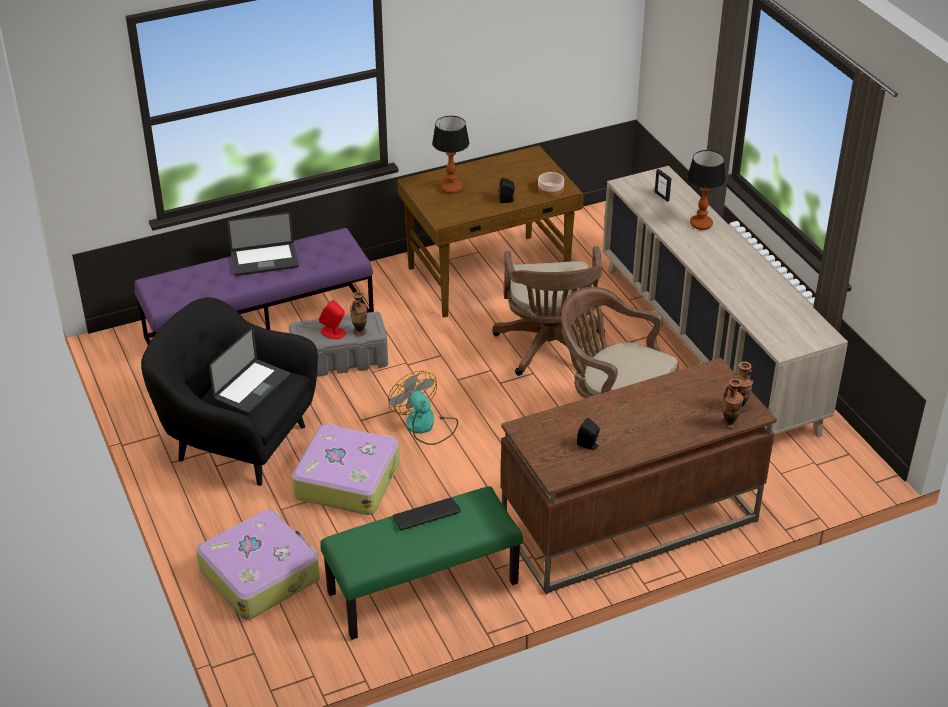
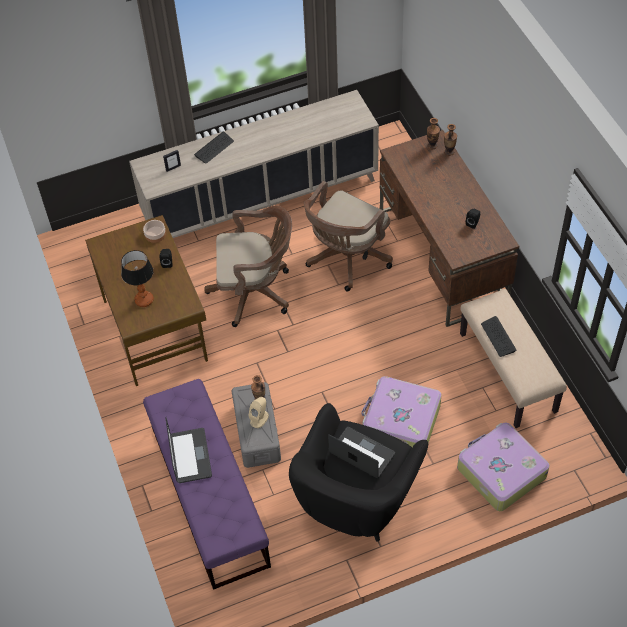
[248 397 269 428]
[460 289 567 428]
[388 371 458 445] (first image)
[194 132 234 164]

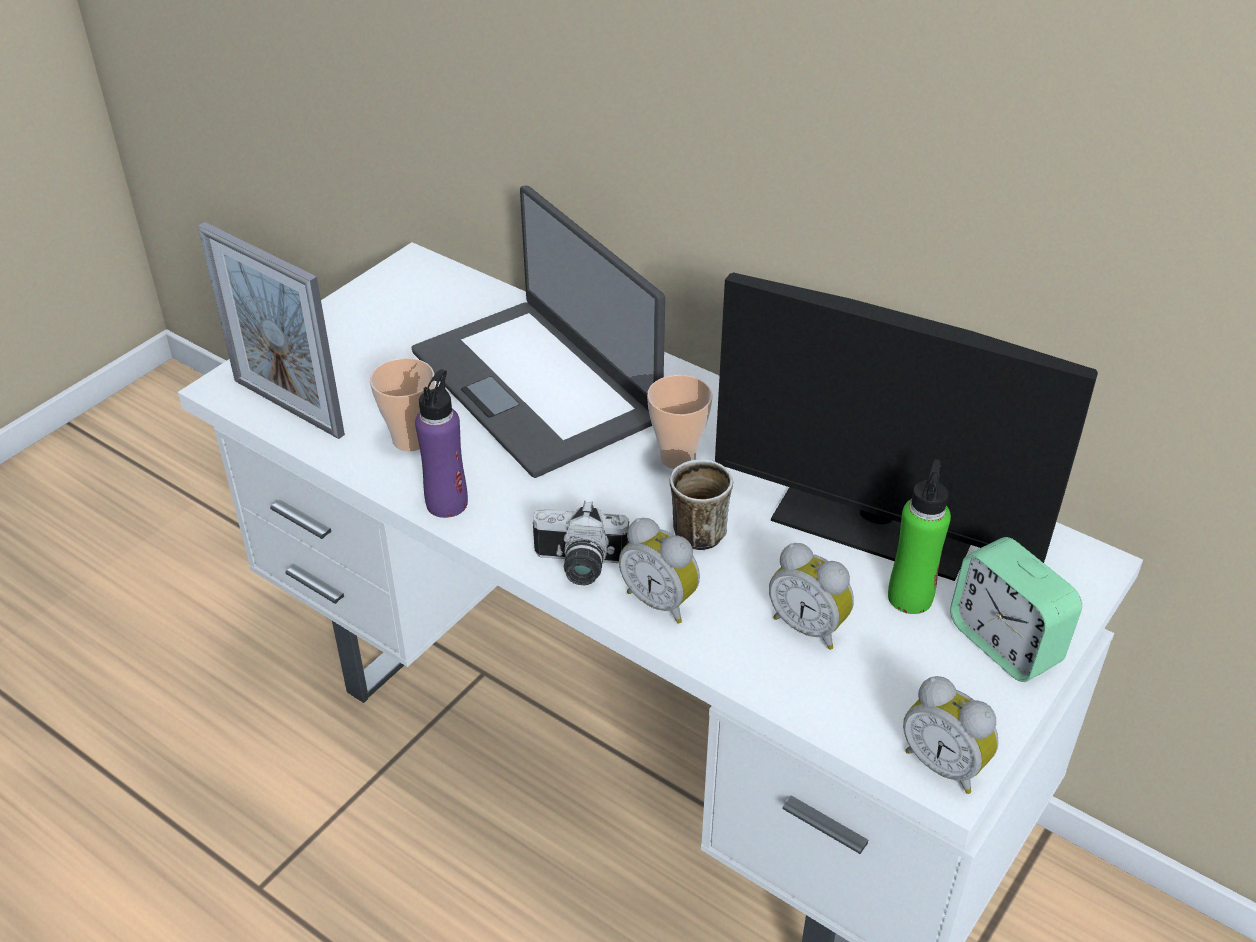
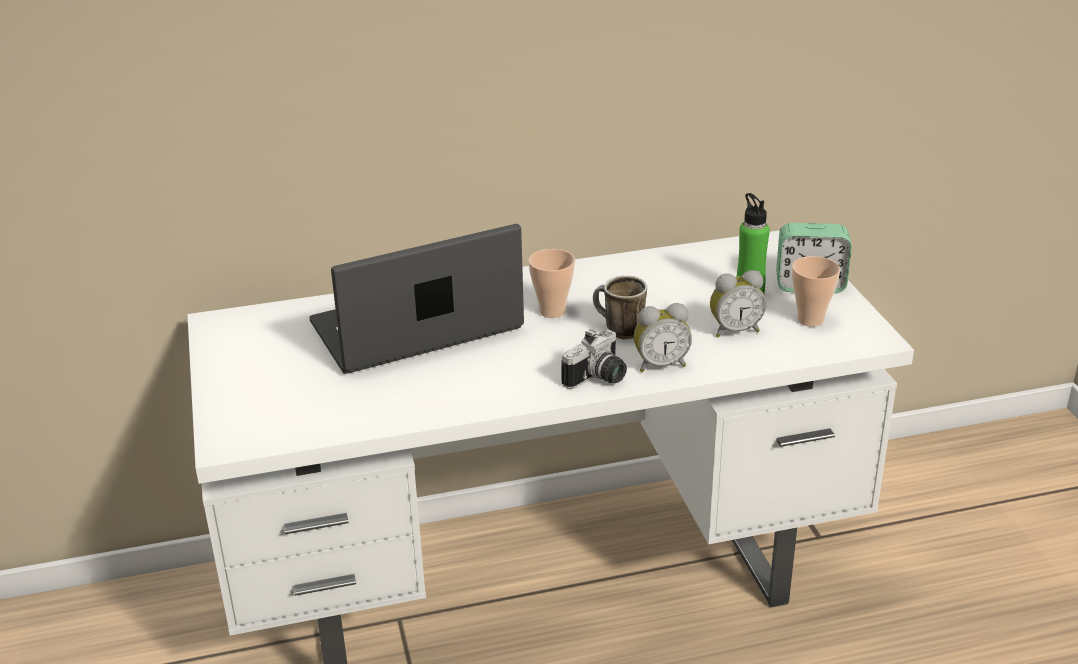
[198 222 345 439] (first image)
[792 256 840 327]
[309 224 524 374]
[415 369 468 518] (first image)
[715 272 1098 581] (first image)
[903 676 999 794] (first image)

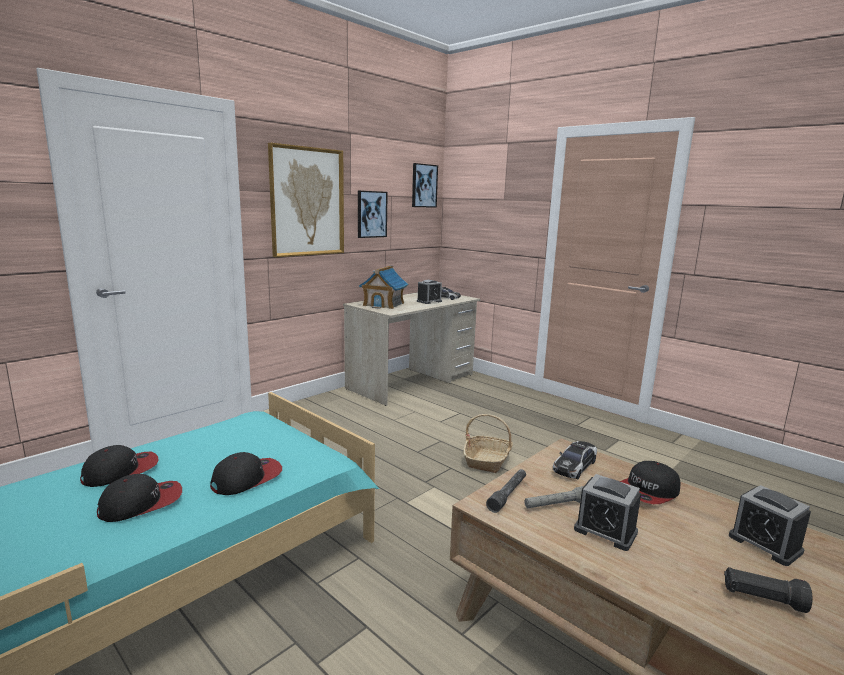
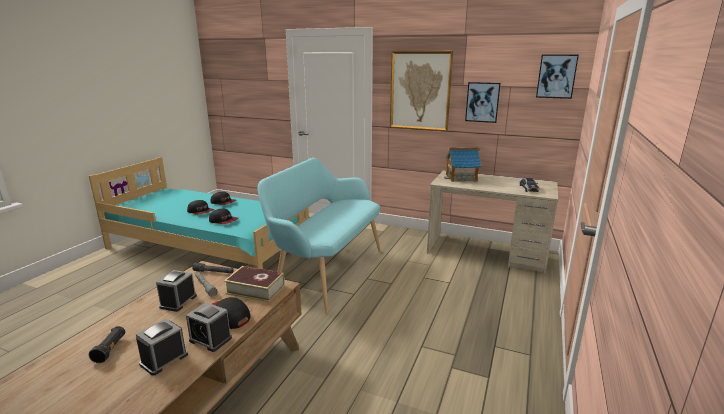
[186 302 232 352]
[464 414 513 473] (first image)
[224 266 285 302]
[258 158 381 313]

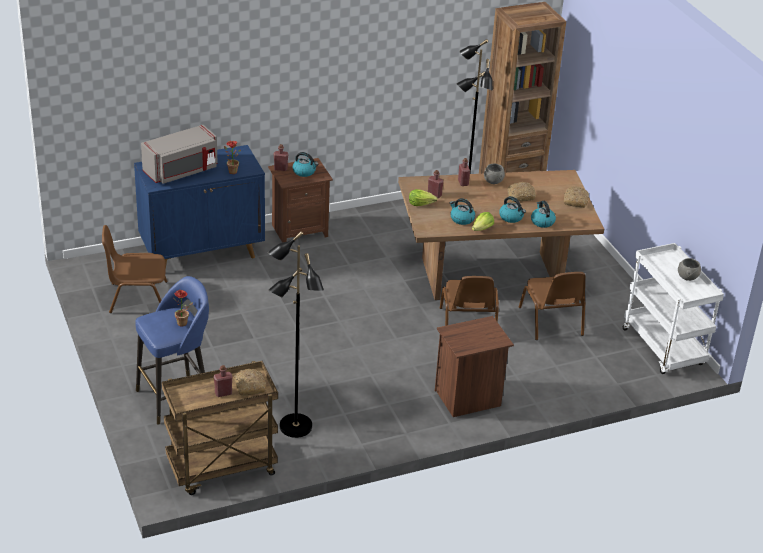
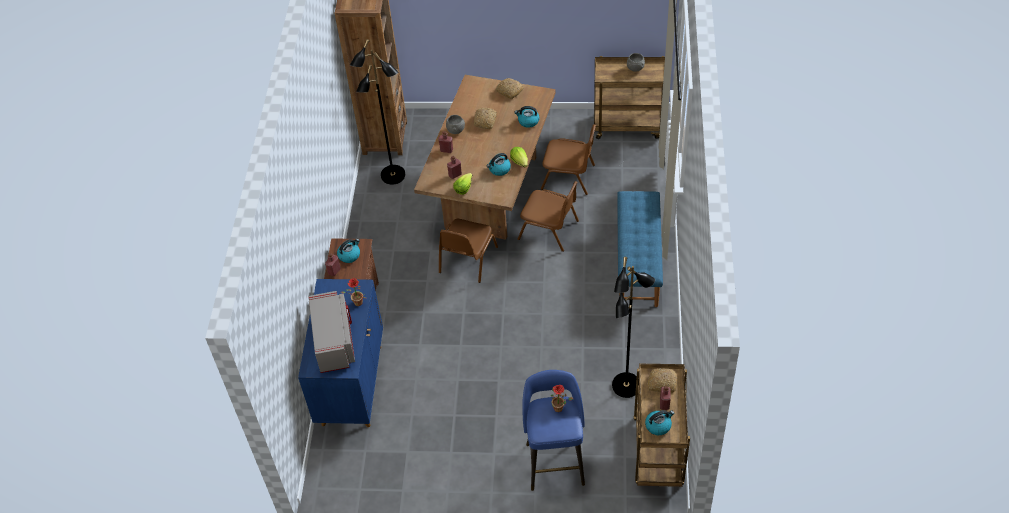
[439 219 498 283]
[617 191 663 307]
[645 410 674 435]
[594 56 665 139]

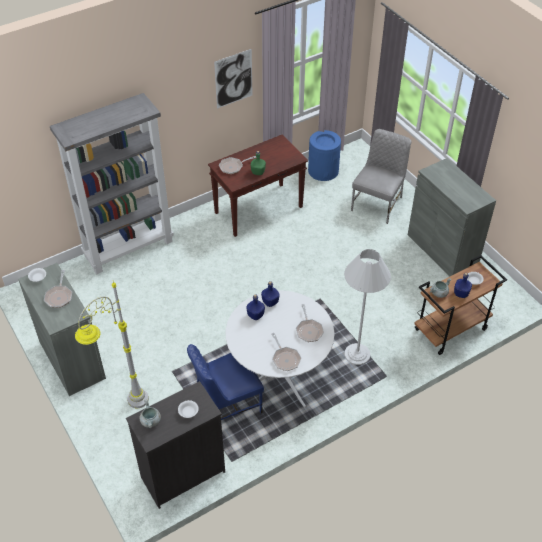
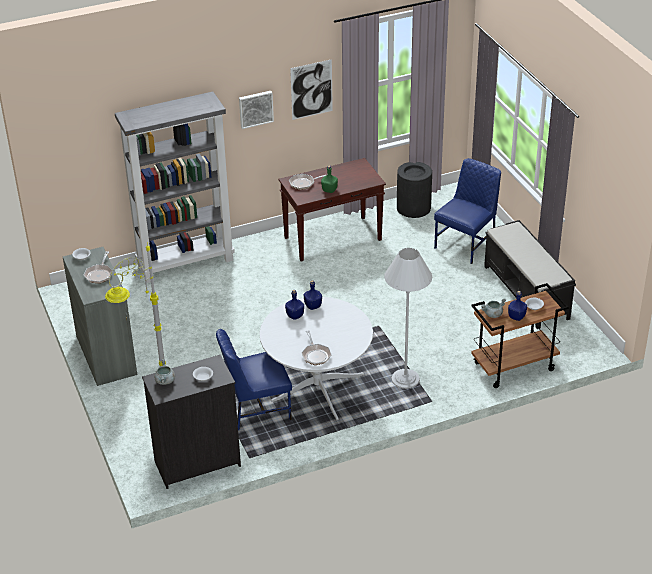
[296 304 324 342] (first image)
[397 162 432 218]
[434 158 501 264]
[484 220 576 329]
[239 91 274 129]

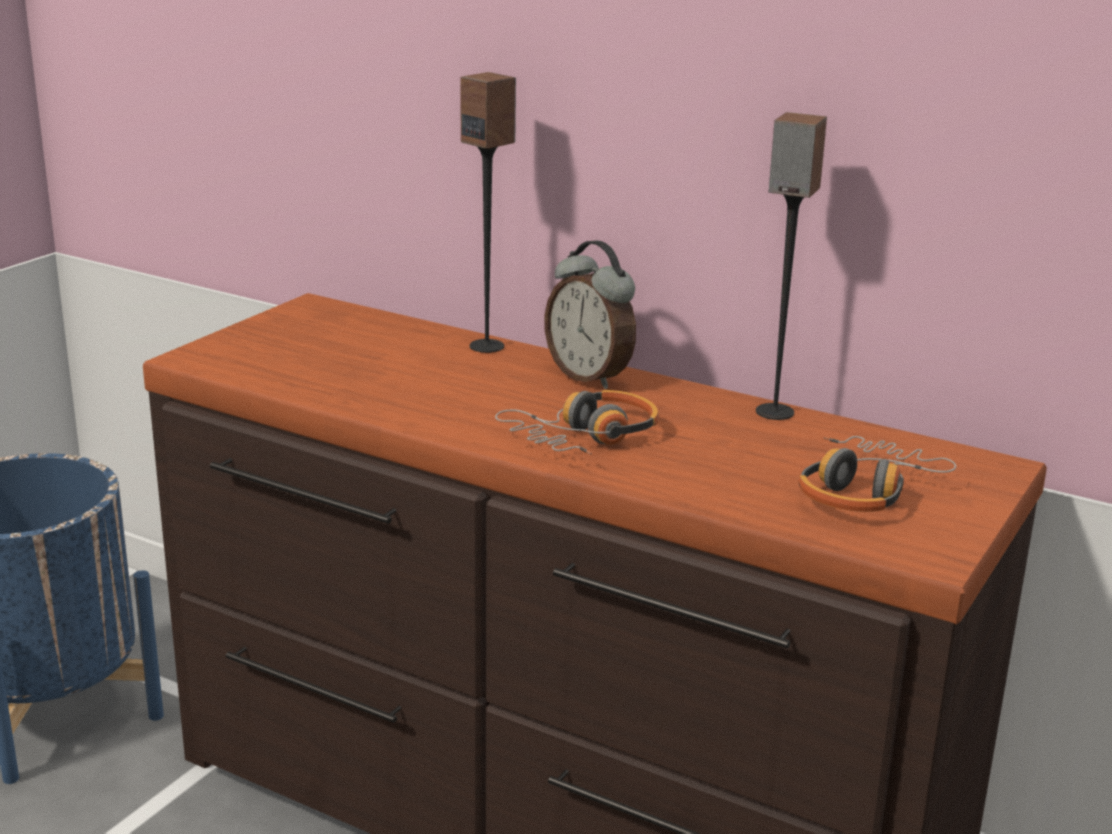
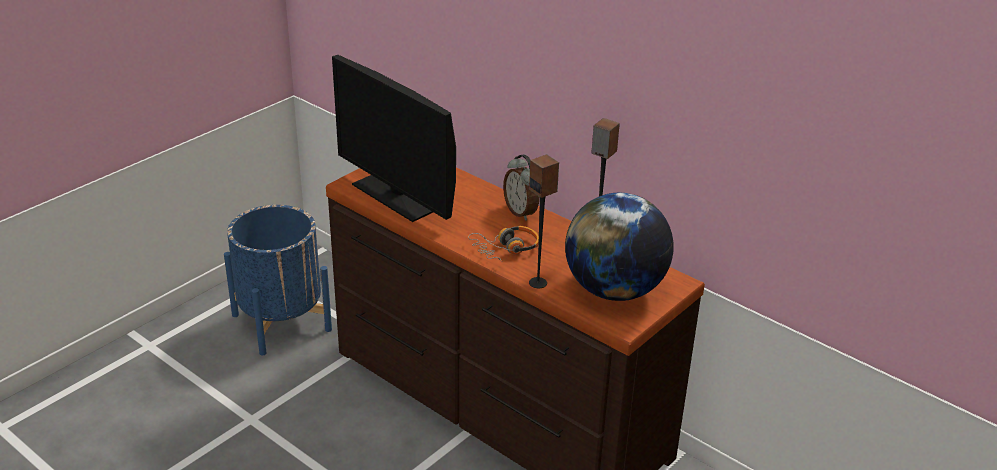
[529 155 559 288]
[565 193 674 301]
[332 55 456 222]

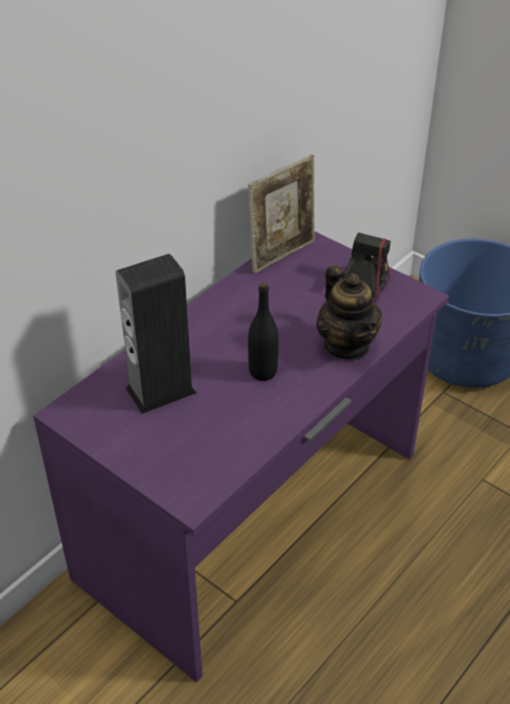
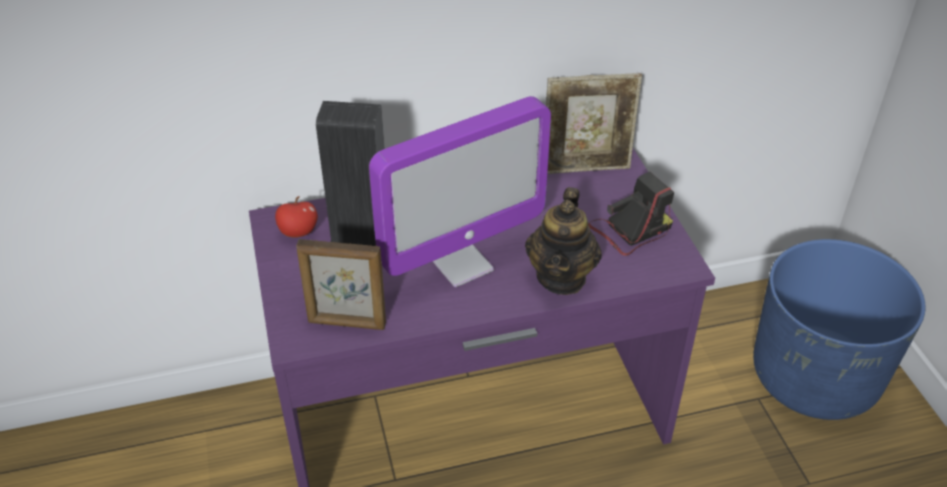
[369 96 551 287]
[275 196 318 238]
[296 239 386 330]

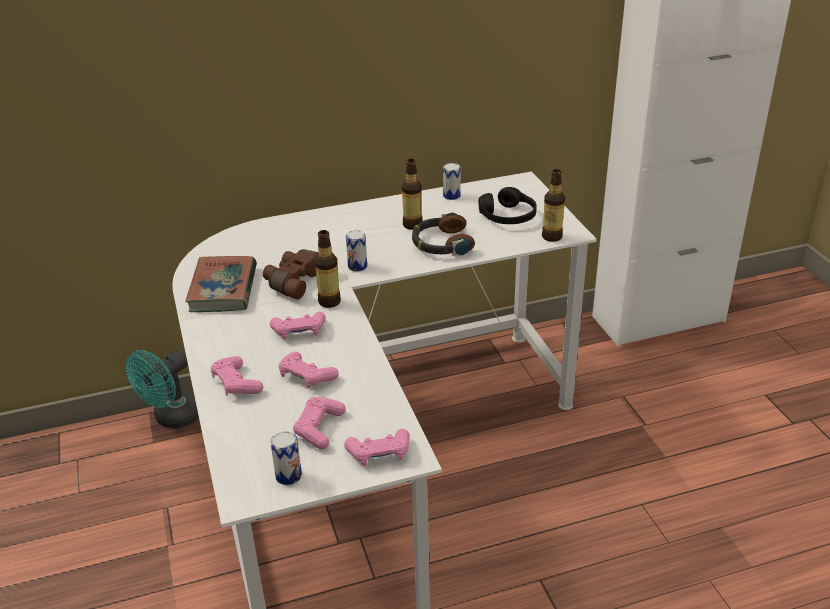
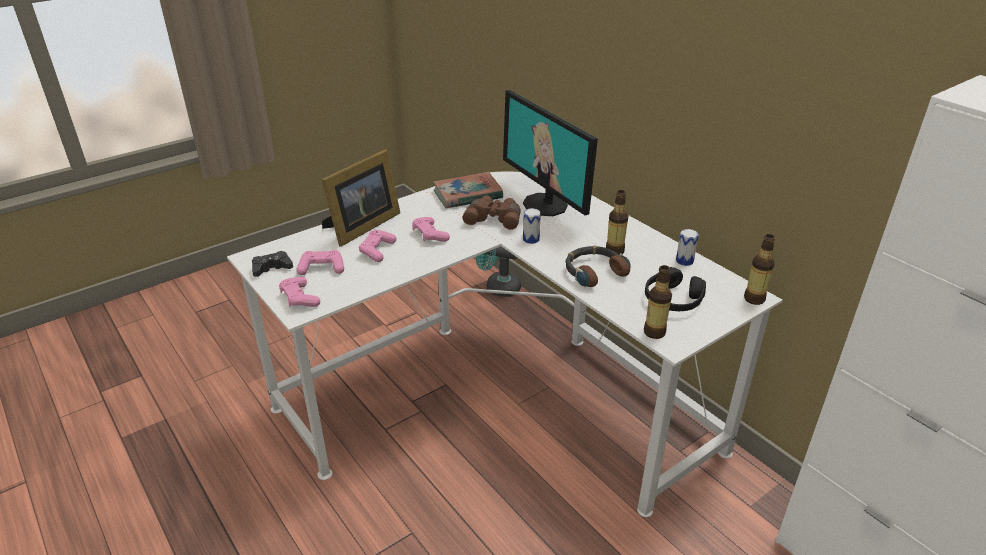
[322 150 400 247]
[252 251 293 277]
[744 234 775 305]
[503 90 598 216]

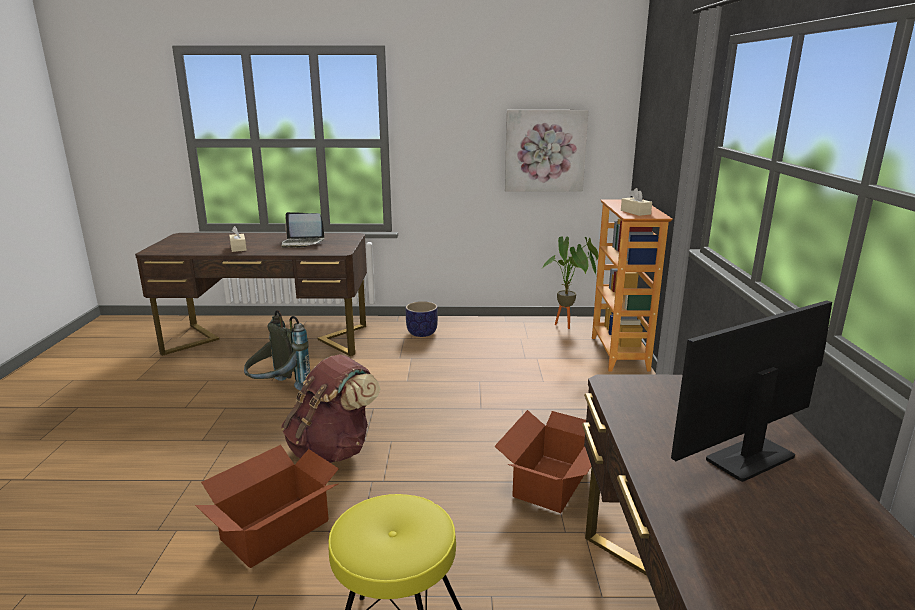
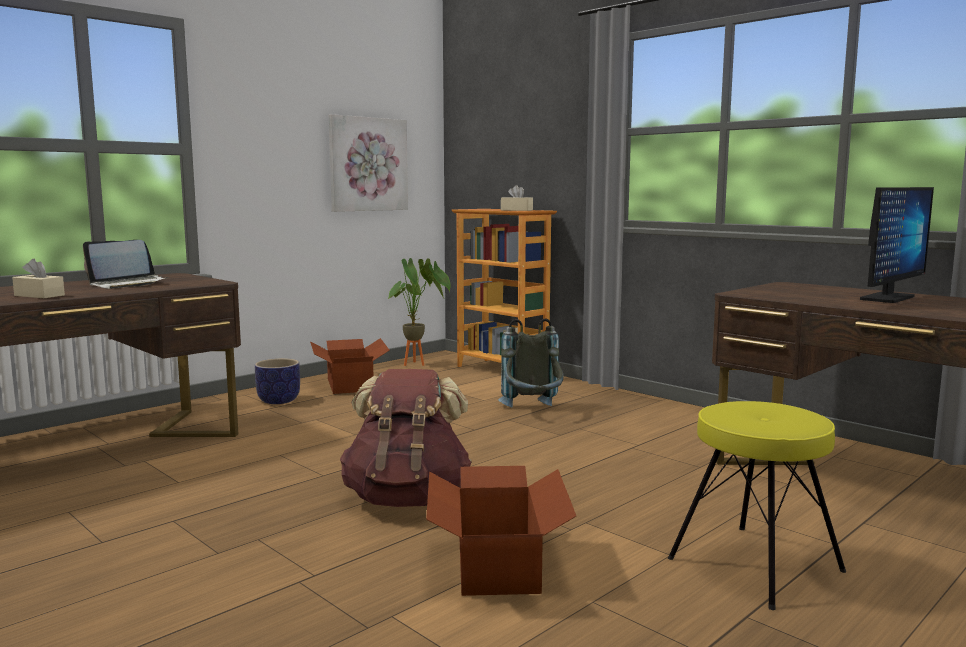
[498 318 564 407]
[310 338 390 394]
[860 187 934 303]

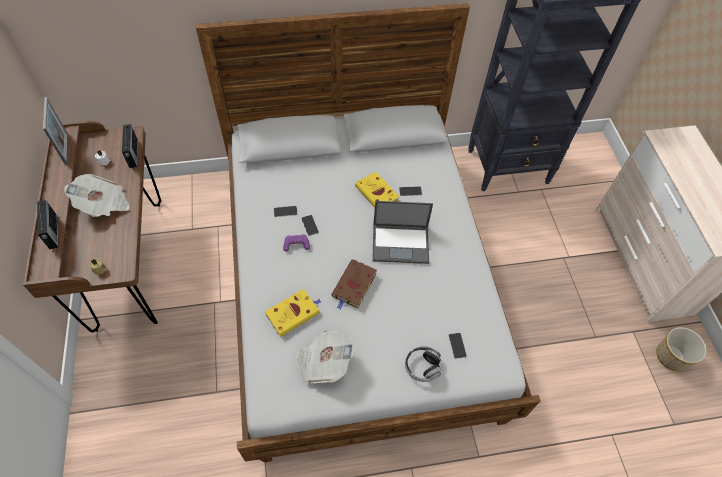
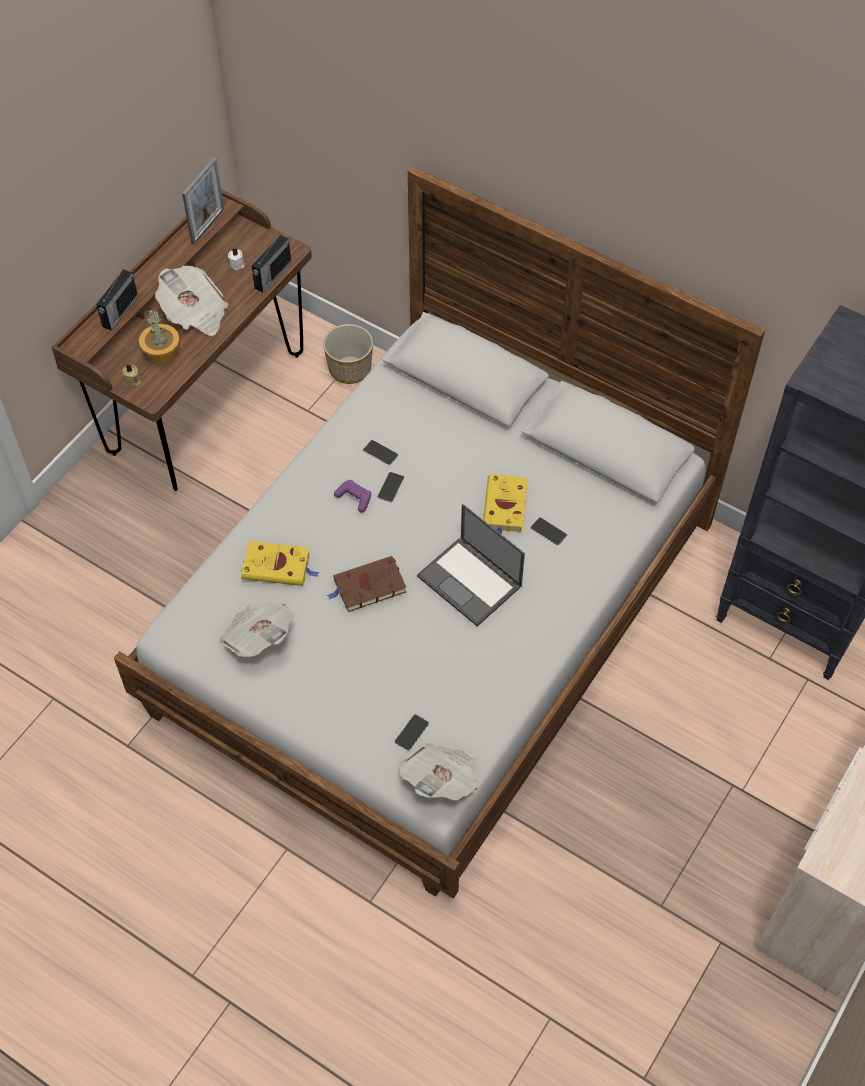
[405 346 441 382] (first image)
[323 324 373 384]
[139 309 180 365]
[399 743 479 800]

